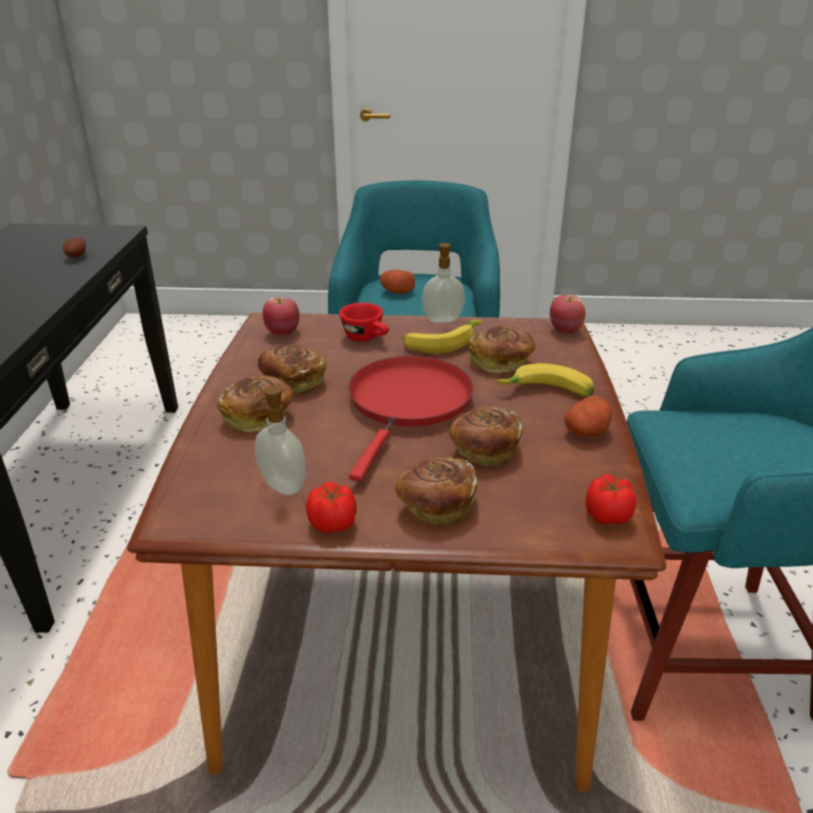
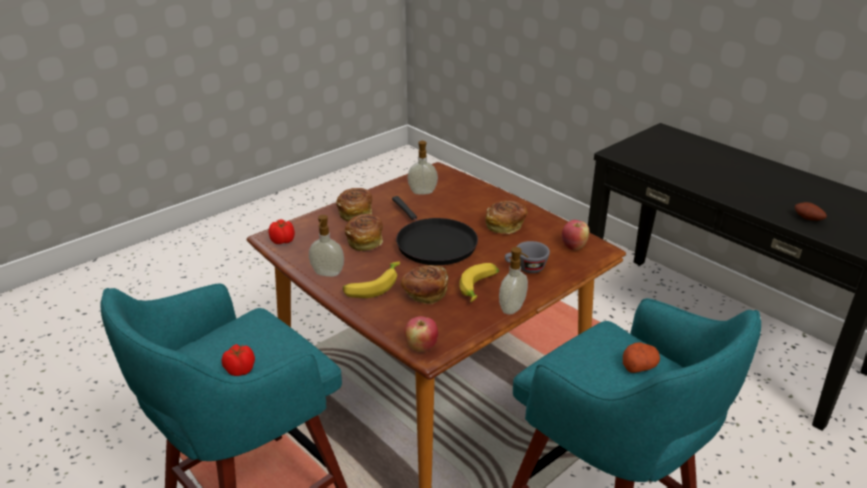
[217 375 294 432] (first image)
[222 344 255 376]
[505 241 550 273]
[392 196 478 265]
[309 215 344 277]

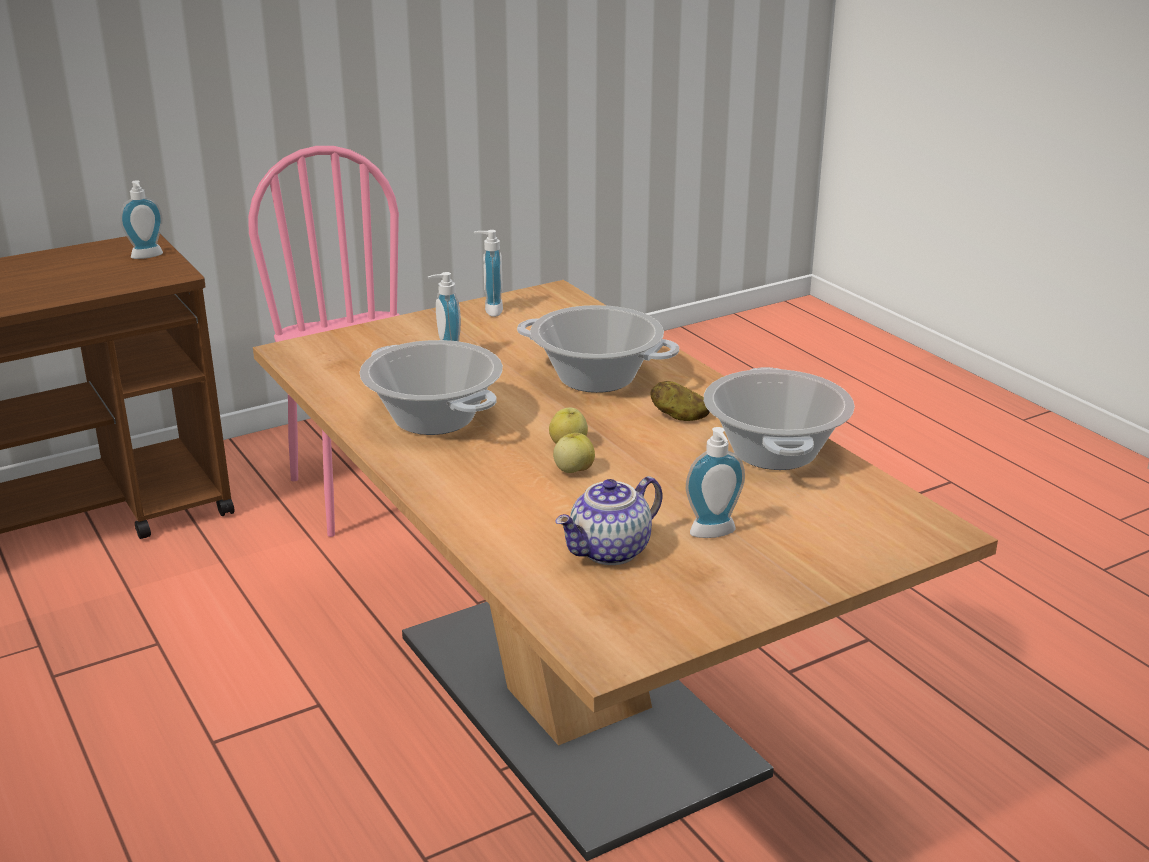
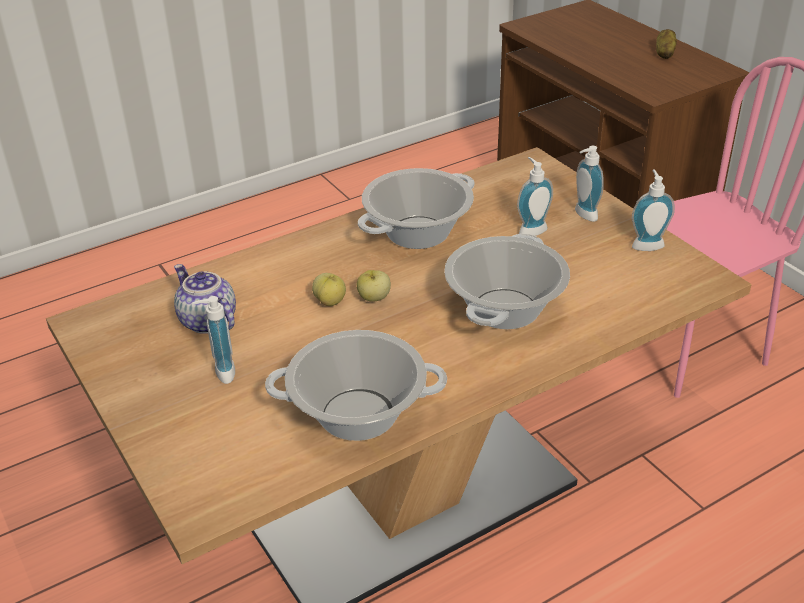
[575 146 604 222]
[656 29 677 59]

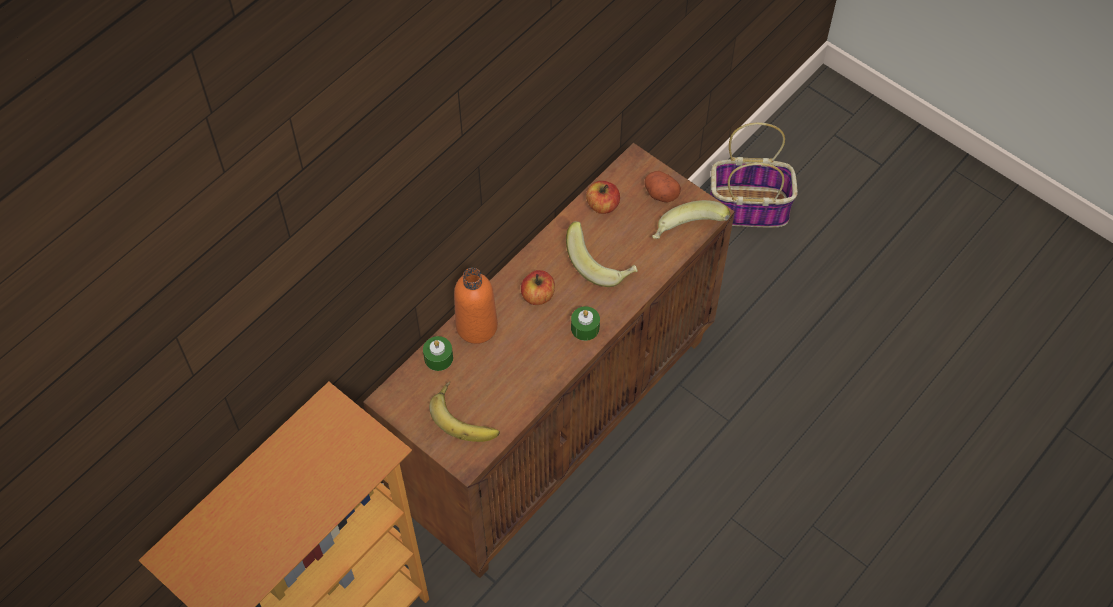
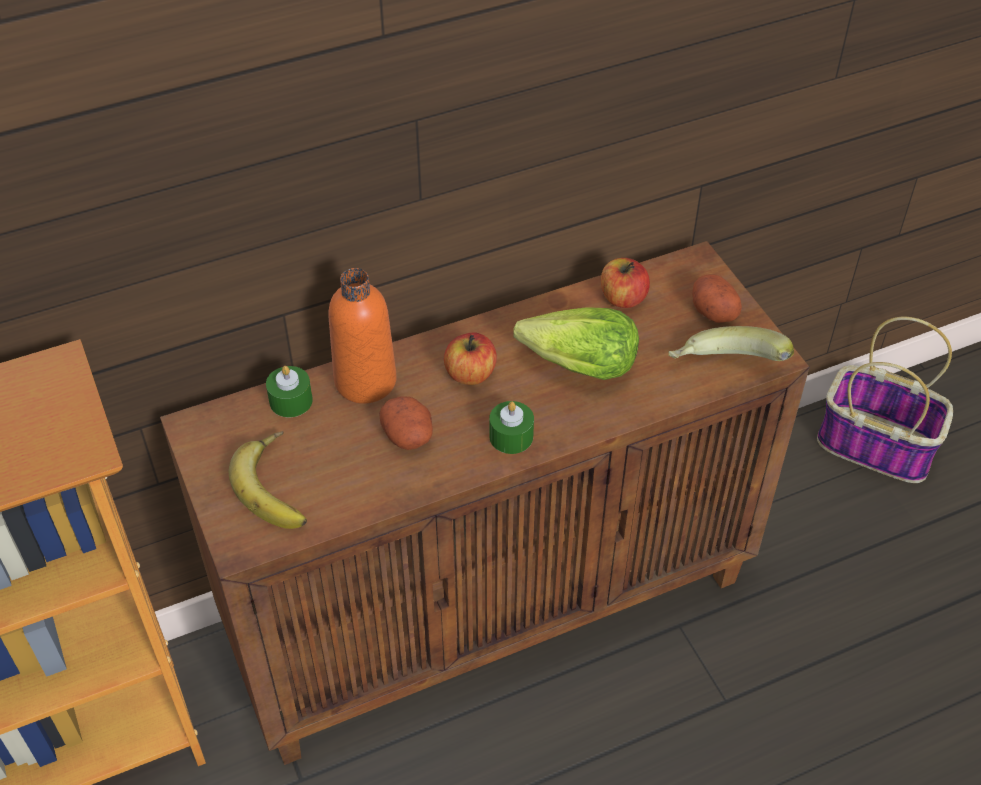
[513 307 639 380]
[379 397 433 450]

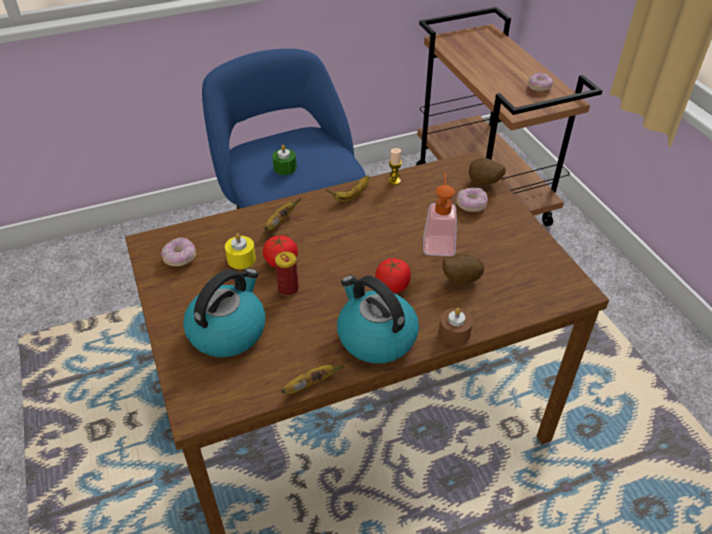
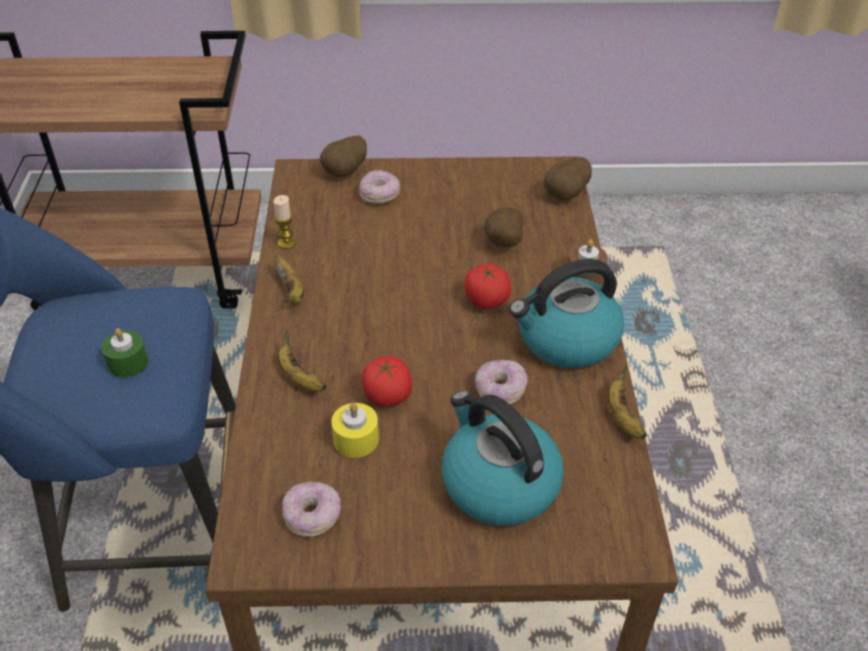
[275 251 299 296] (first image)
[423 172 457 256] (first image)
[475 360 528 404]
[544 157 592 200]

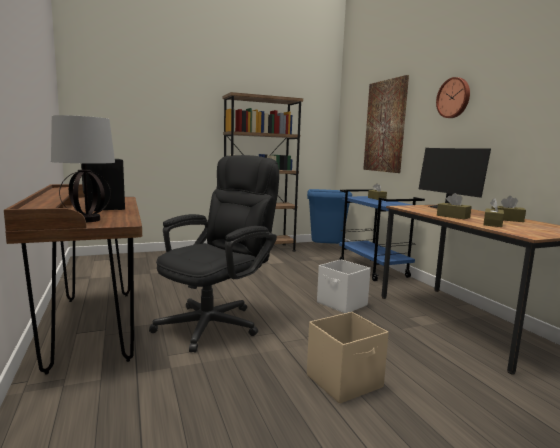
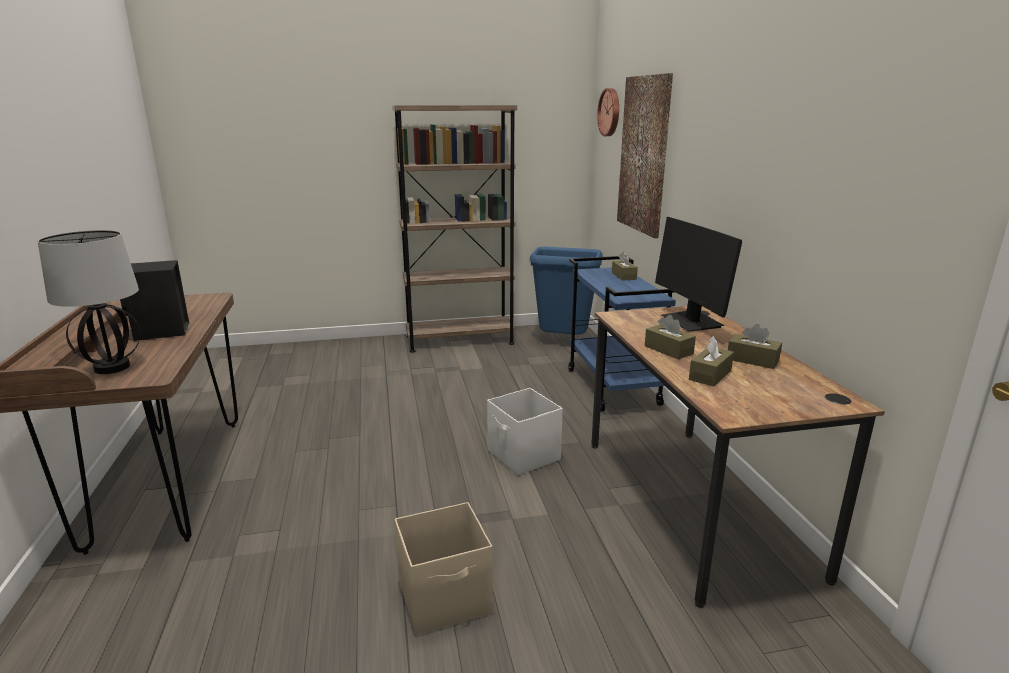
[149 155 279 352] (first image)
[597 88 619 136]

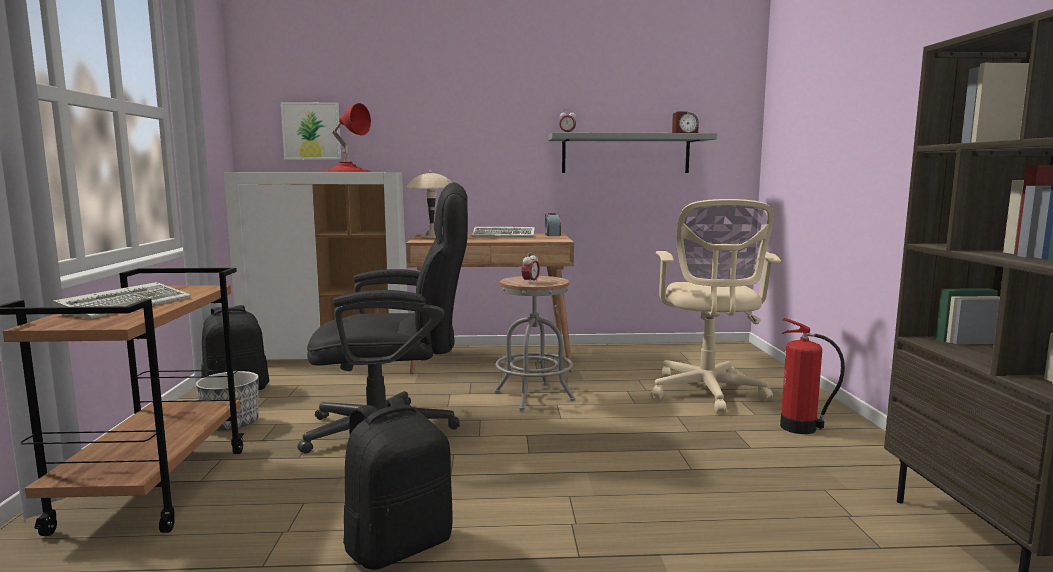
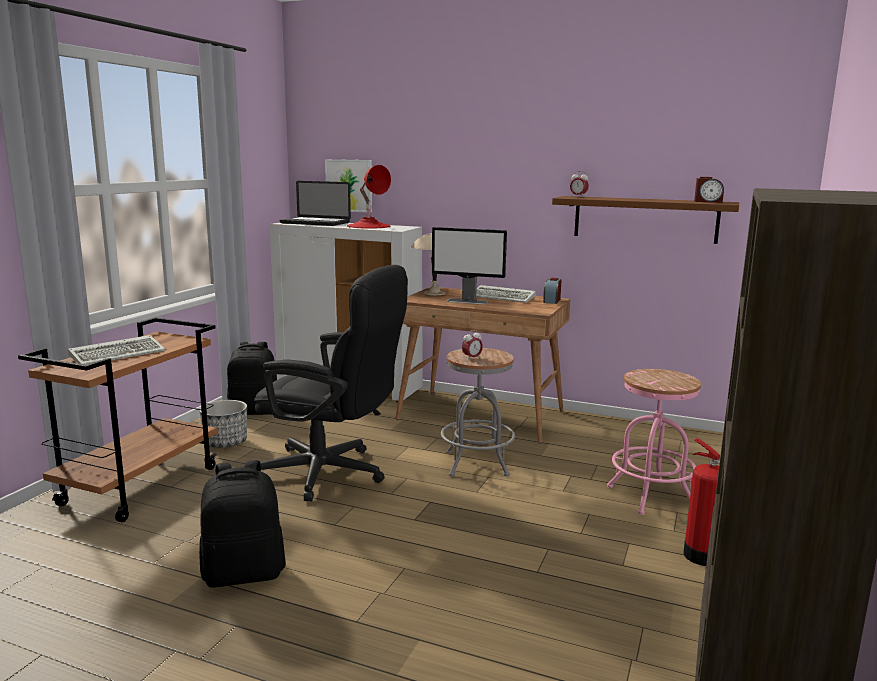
[552 196 739 244]
[607 369 701 515]
[280 181 351 226]
[432 227 507 304]

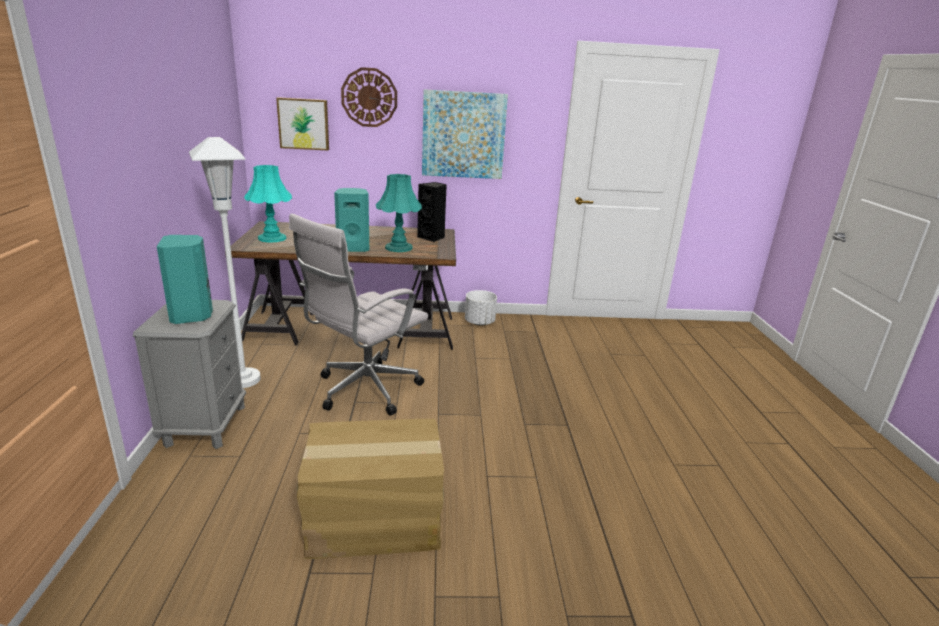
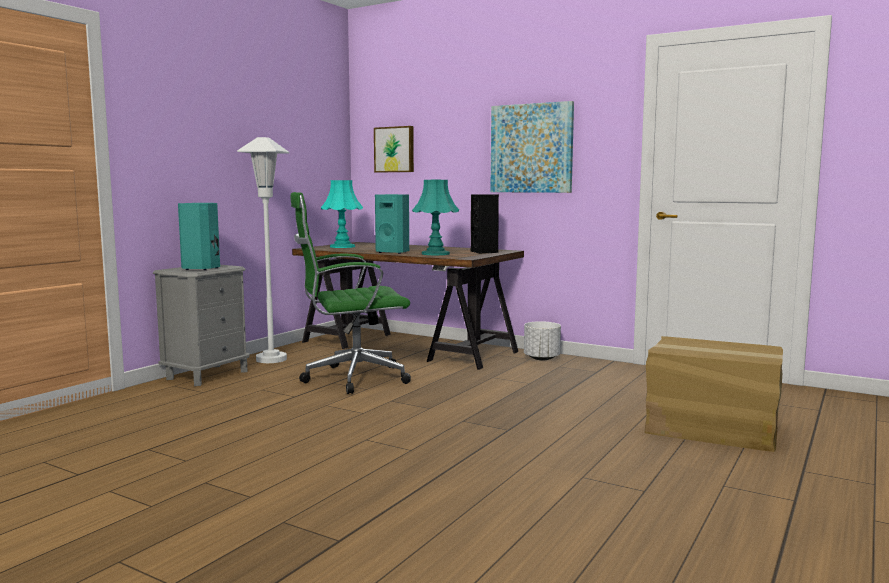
[291 192 411 394]
[645 336 783 452]
[341 67 397 127] (first image)

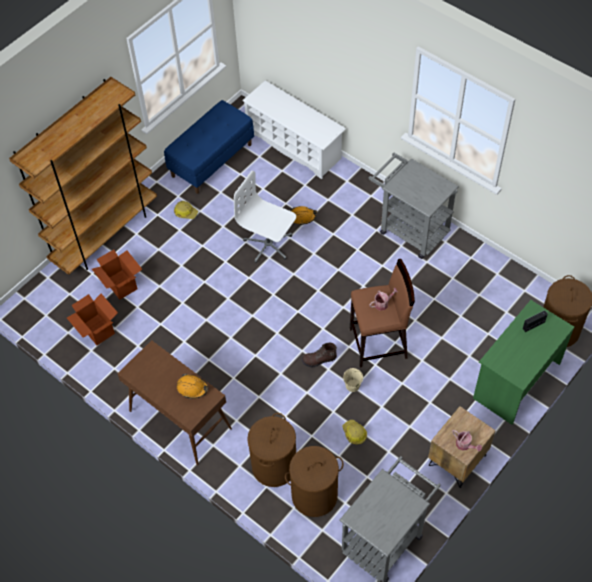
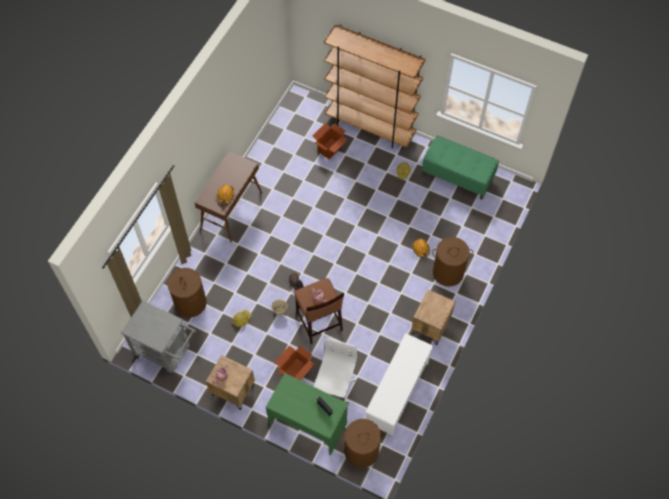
[275 345 315 381]
[422 136 499 200]
[314 338 357 403]
[365 333 433 436]
[432 237 473 286]
[412 289 456 345]

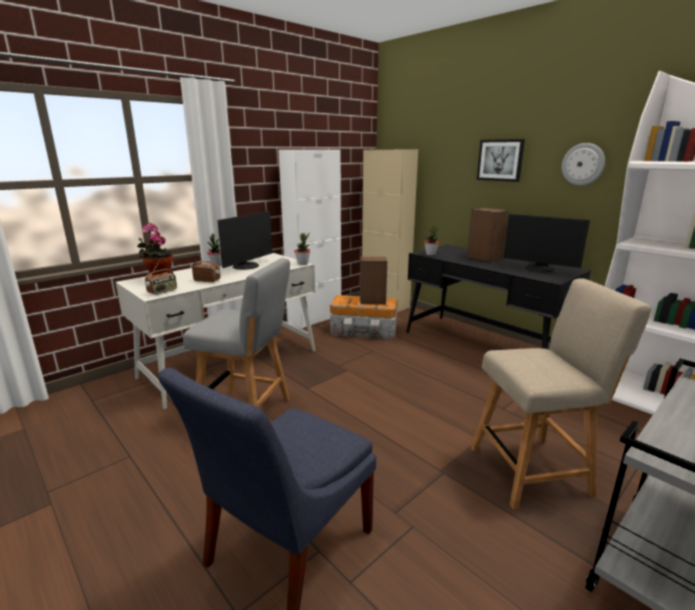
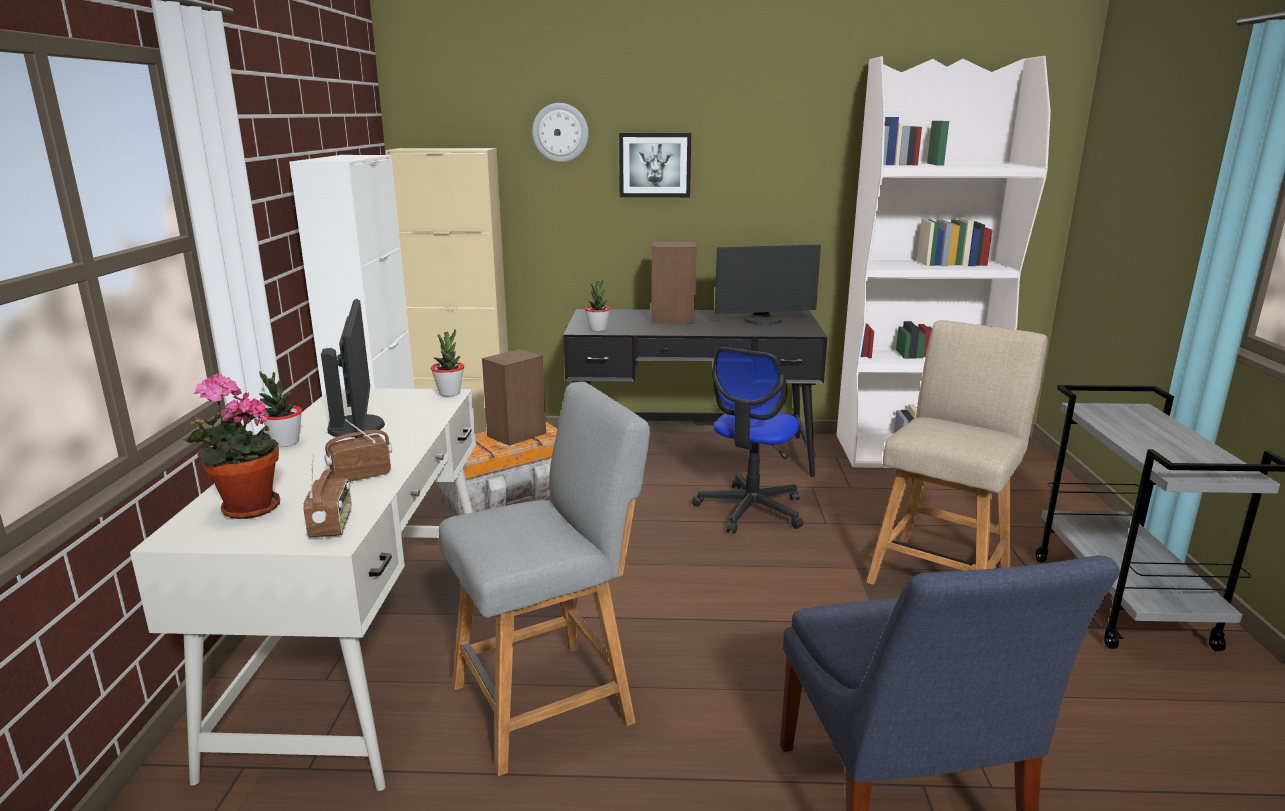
[532 103 589 162]
[692 347 804 534]

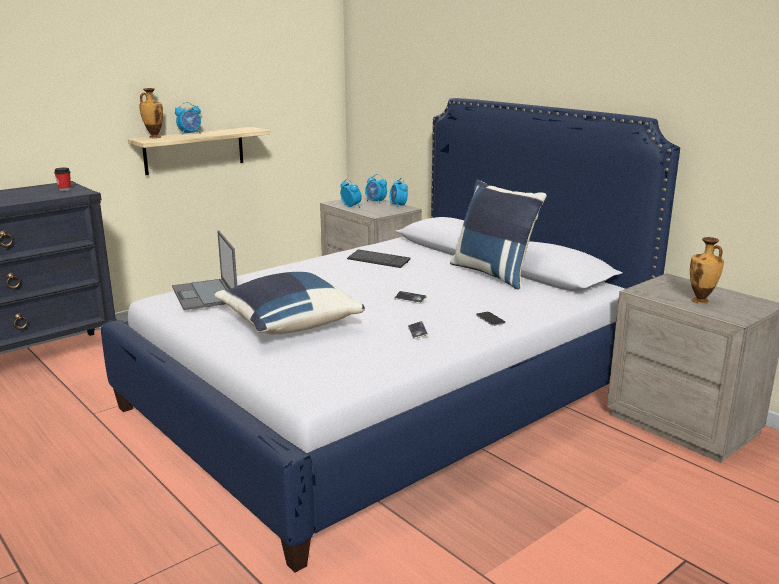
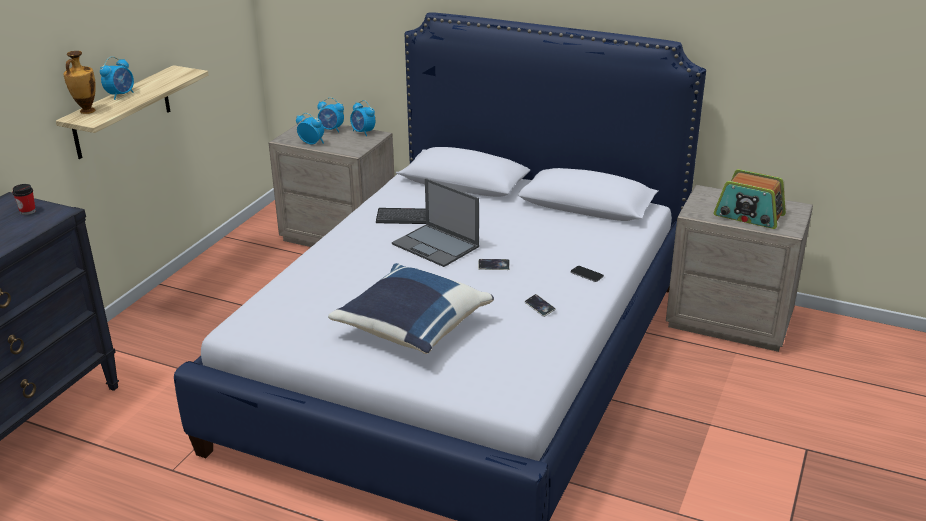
[392 178 479 267]
[450 179 547 290] (first image)
[714 169 786 229]

